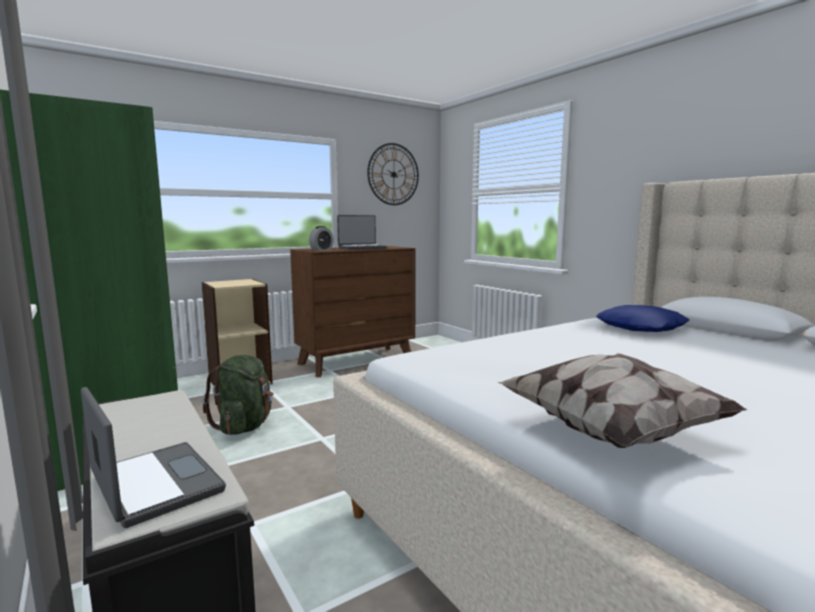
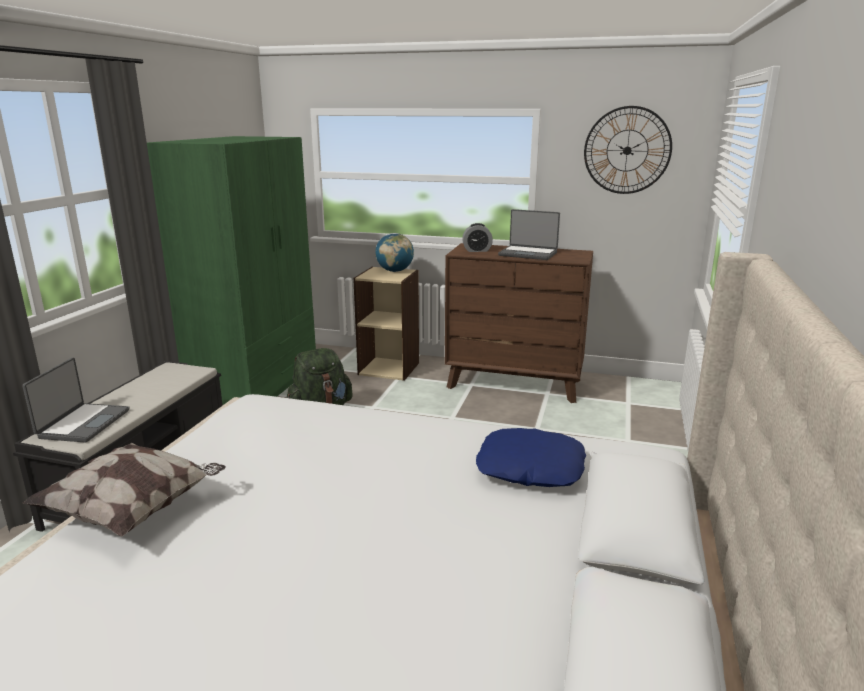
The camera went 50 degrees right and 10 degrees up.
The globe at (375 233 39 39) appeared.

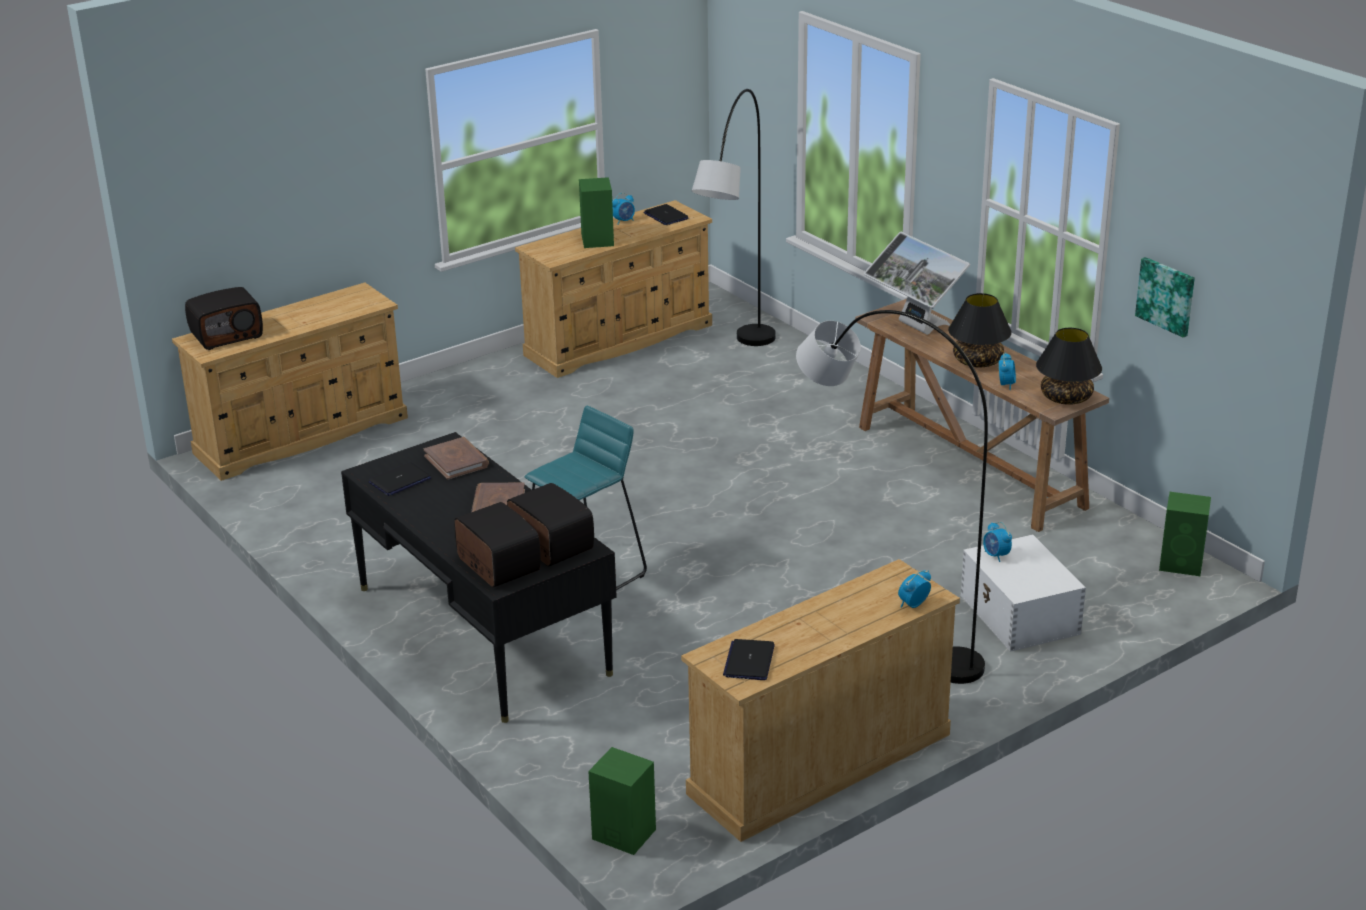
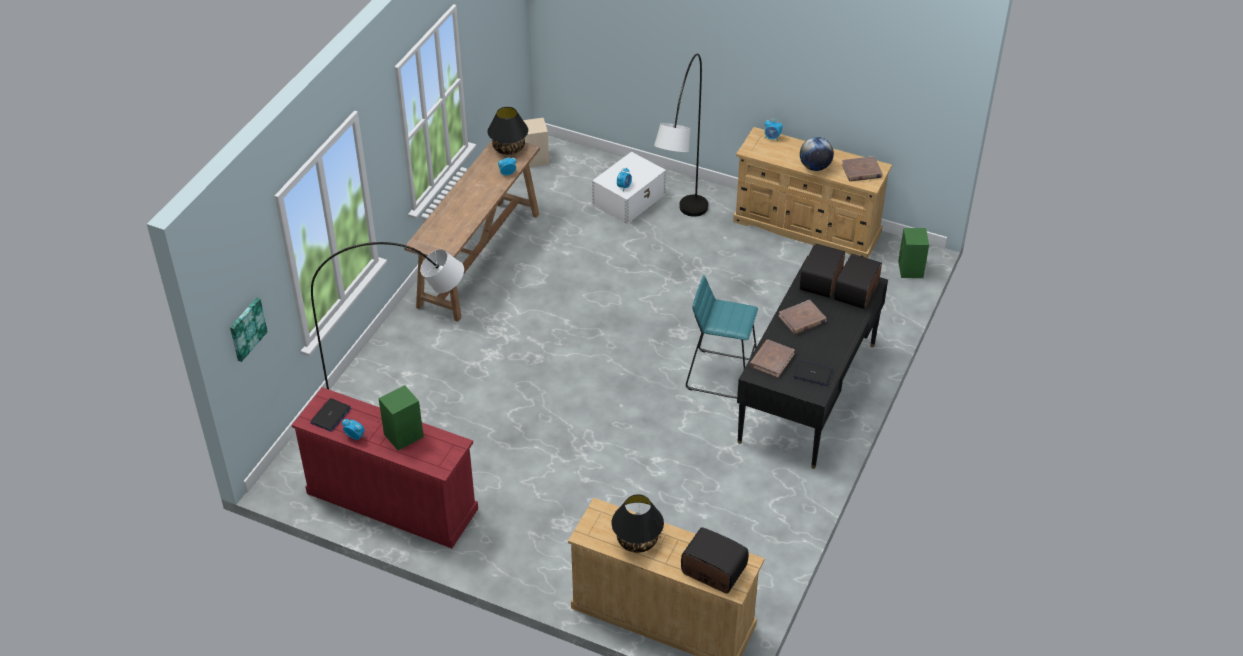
The camera went 120 degrees left and 15 degrees up.
The wall_art moved from (1135 257 60 80) to (230 298 38 64).
The beige_drawer_chest at (515 200 197 178) became the red-coloured_drawer_chest at (292 387 186 161).
The green-coloured_audio_speaker at (1159 492 52 84) became the beige_audio_speaker at (523 118 26 49).
The black-coloured_table_lamp moved from (948 293 64 74) to (611 494 53 59).
The globe at (800 137 34 34) appeared.
The portable_computer at (723 639 52 41) was replaced by the brown-coloured_volume at (842 156 40 26).
The computer_display at (864 232 106 103) disappeared.

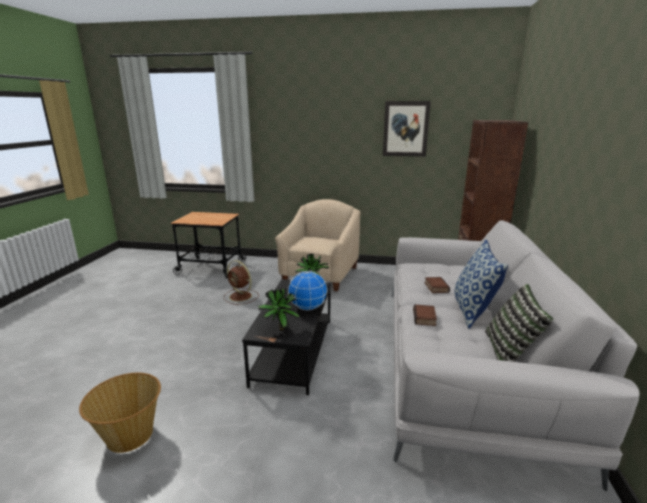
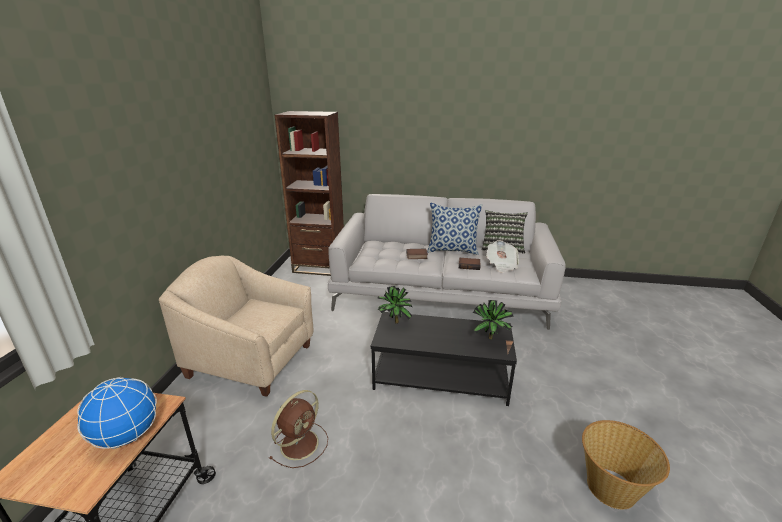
The camera went 90 degrees left and 5 degrees up.
The globe moved from (288 271 40 39) to (77 377 80 72).
The newspaper at (486 240 33 33) appeared.
The wall_art at (383 101 48 56) disappeared.

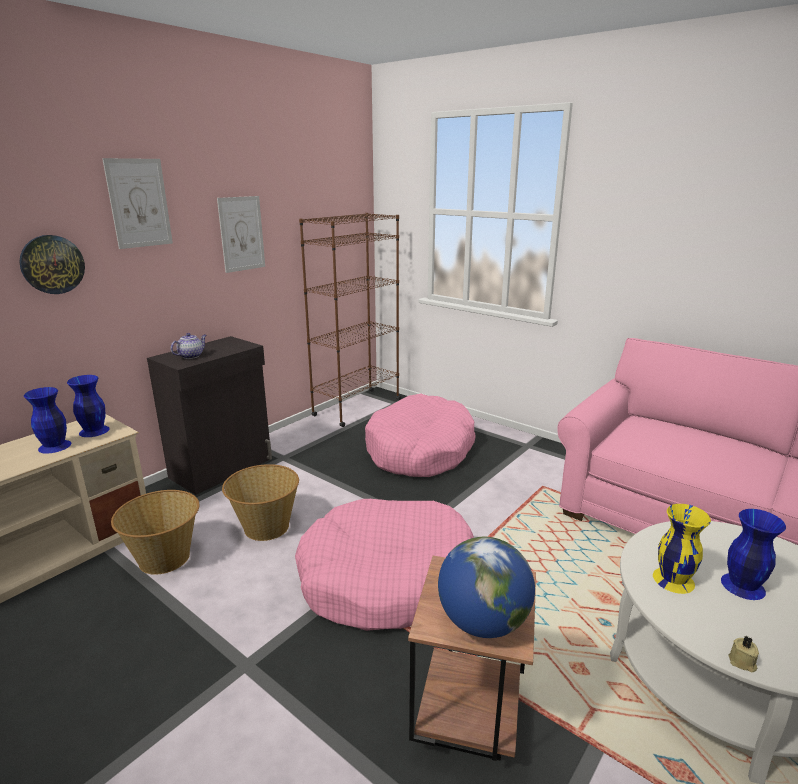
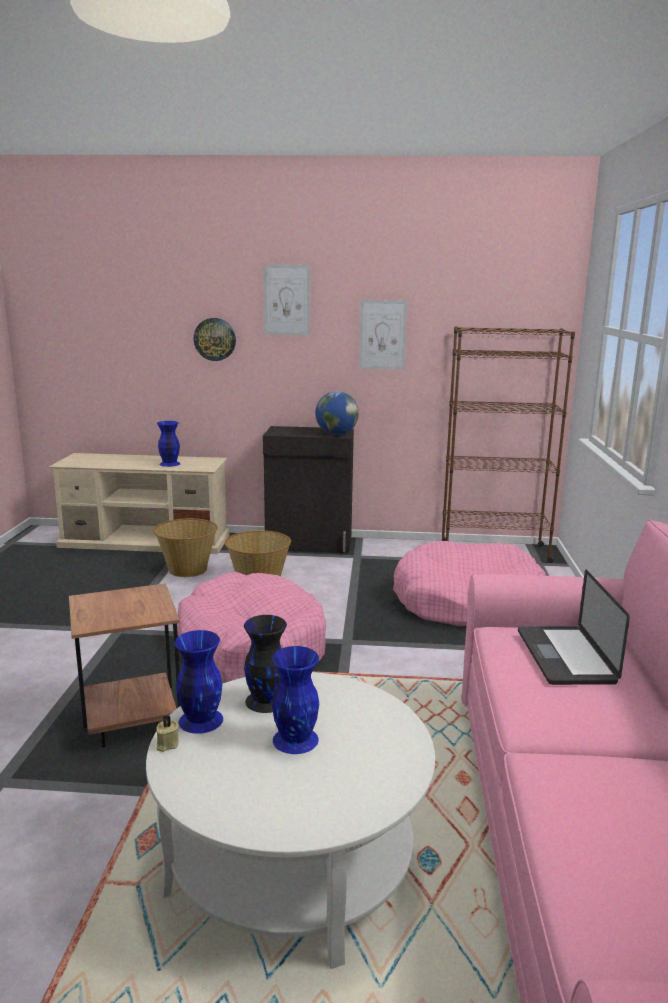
The camera went 55 degrees right and 5 degrees down.
The bluish_decorative_vase moved from (67 375 43 62) to (174 630 49 104).
The yellowish_decorative_vase at (653 504 58 90) became the black-coloured_decorative_vase at (244 615 43 98).
The globe moved from (438 537 97 101) to (315 391 44 44).
The portable_computer at (518 570 112 115) appeared.
The tea_pot at (171 333 35 26) disappeared.

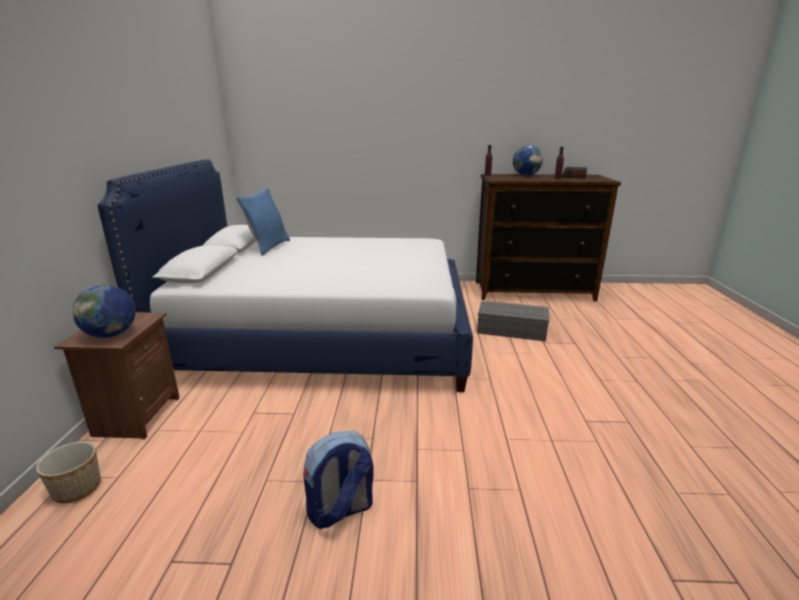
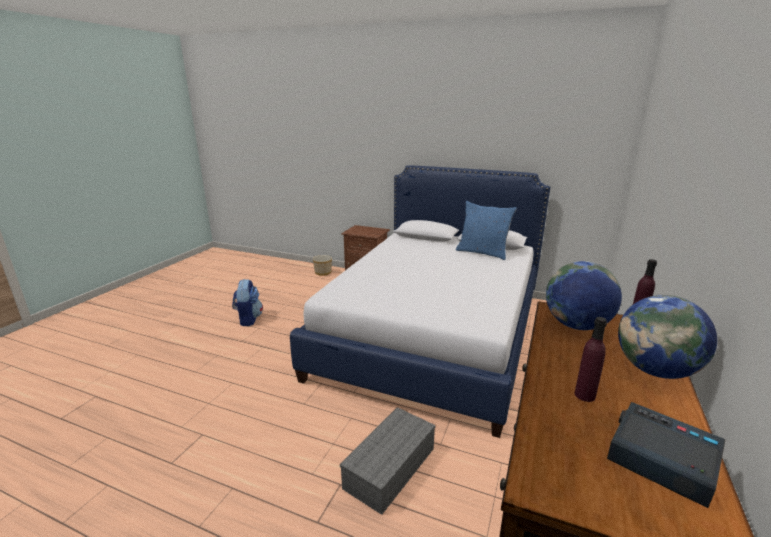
The camera went 110 degrees right and 0 degrees up.
The globe moved from (72 285 64 53) to (546 261 76 69).

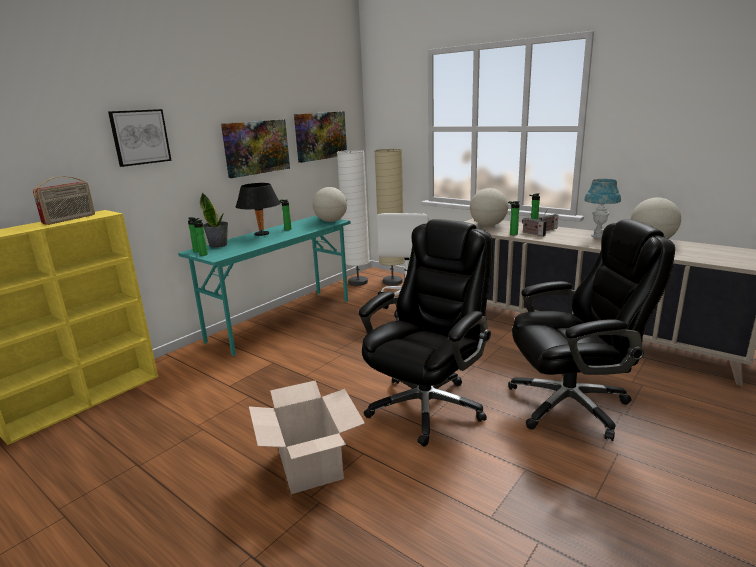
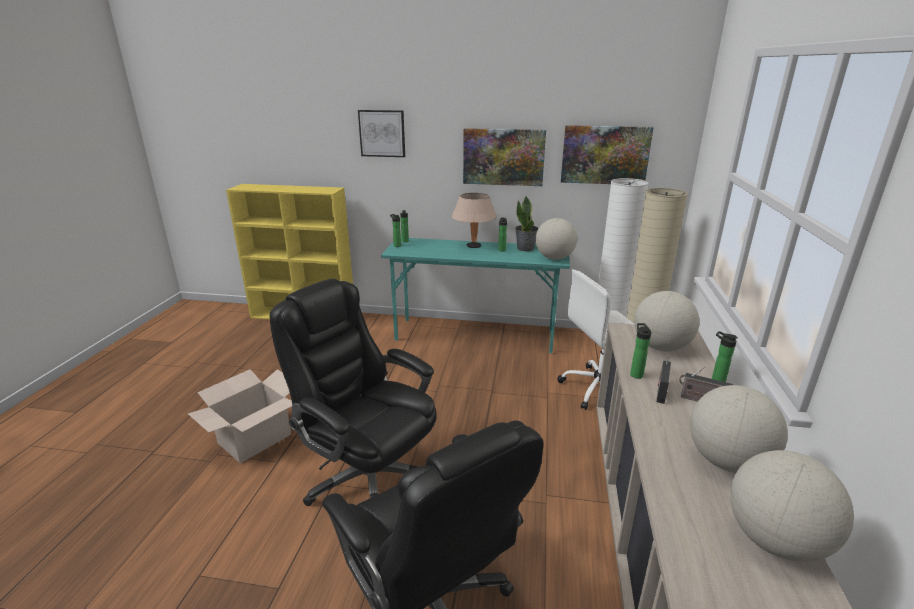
The camera went 60 degrees right and 5 degrees up.
The black-coloured_computer_chair at (358 219 135 228) turned 150 degrees counterclockwise.
The black-coloured_table_lamp at (236 183 44 53) became the beige_table_lamp at (452 193 45 55).
The plant_in_a_pot moved from (200 193 28 55) to (515 196 24 55).
The bluish_table_lamp at (584 179 37 59) was replaced by the globe at (690 385 98 88).
The radio_receiver at (33 176 62 49) disappeared.

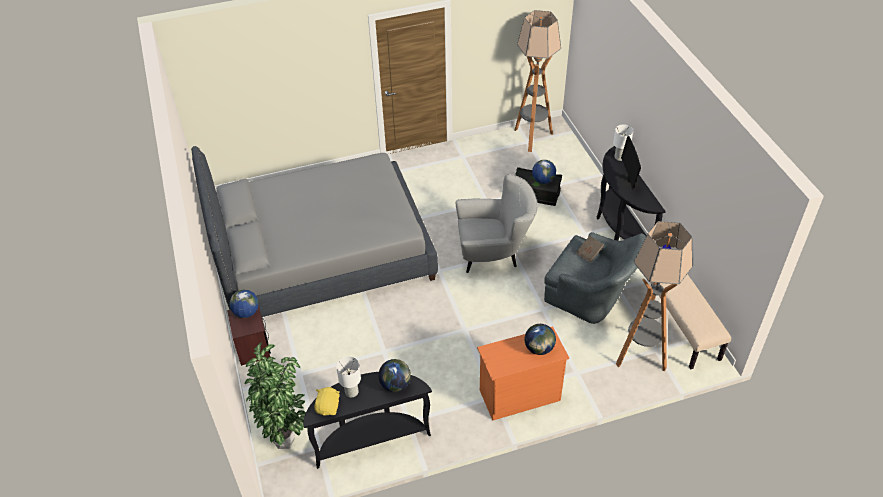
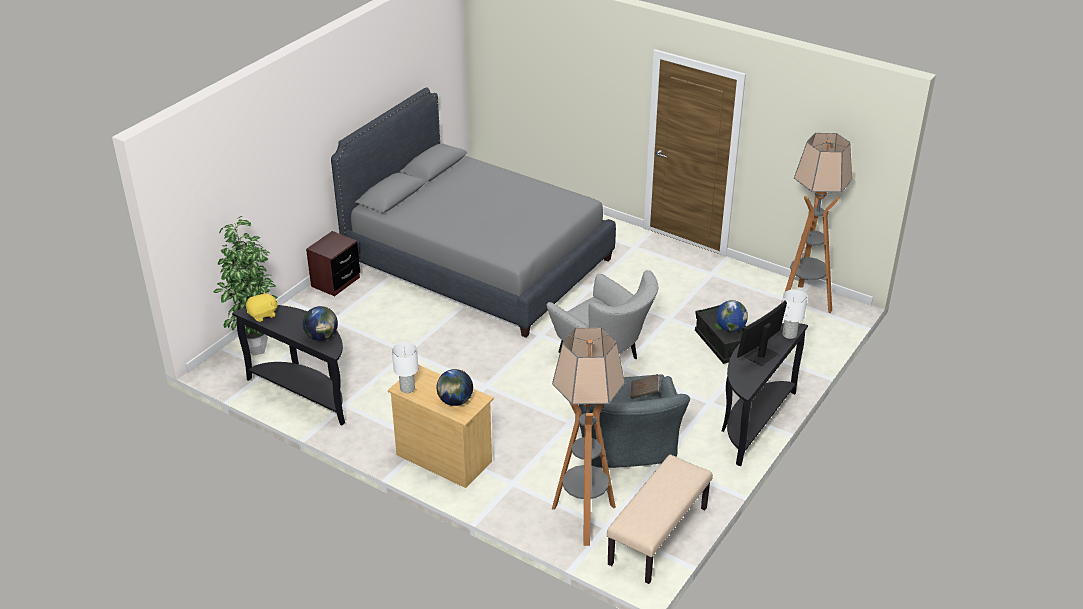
The camera went 50 degrees right and 10 degrees down.
The orangey_drawer_chest at (477 326 92 95) became the beige_drawer_chest at (388 365 106 123).
The white_table_lamp moved from (336 356 25 41) to (392 342 26 51).
The globe at (229 290 29 28) disappeared.

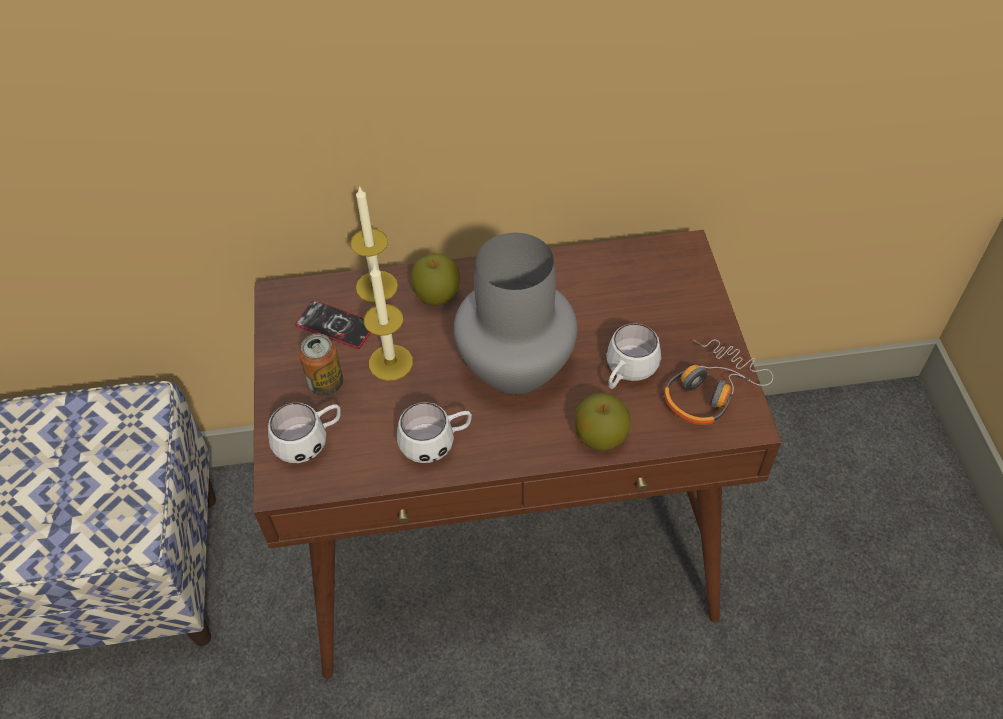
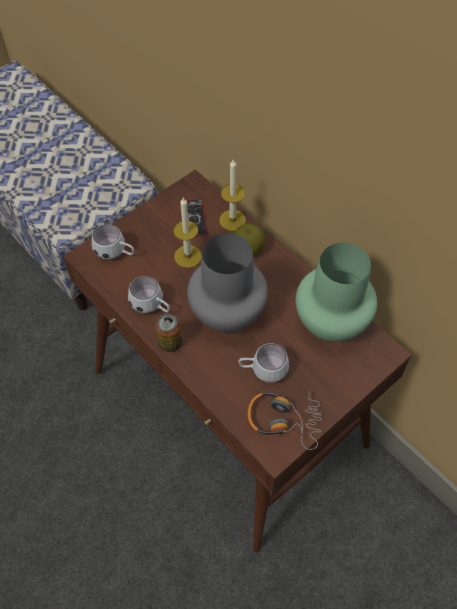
The camera went 55 degrees right and 5 degrees up.
The sealed_can moved from (299 333 44 63) to (155 313 27 39).
The green-coloured_decorative_vase at (296 243 81 99) appeared.
The apple at (575 393 56 58) disappeared.

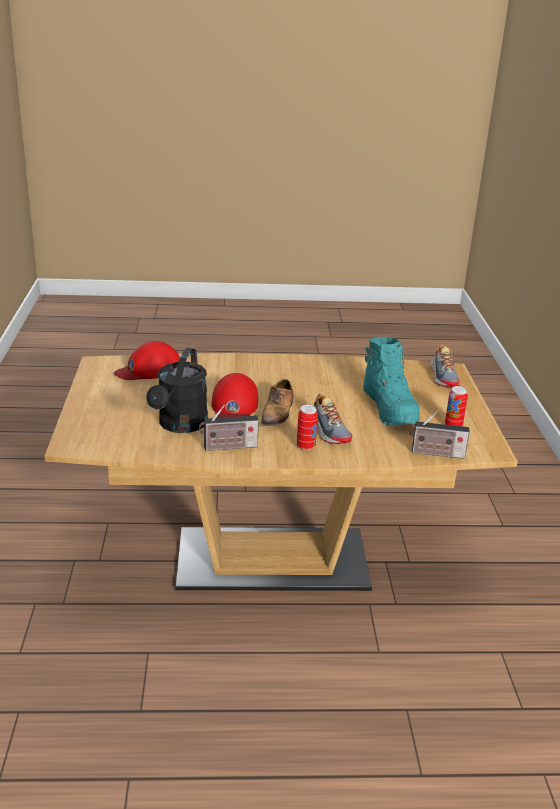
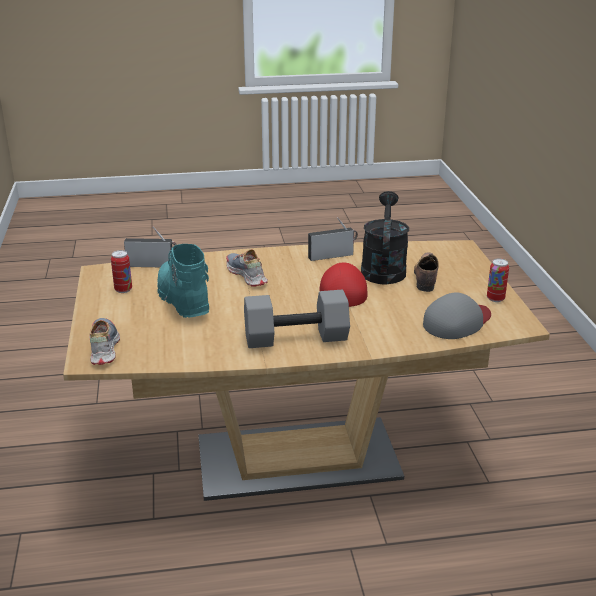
The camera went 175 degrees right and 0 degrees up.
The grey_free_weight at (244 290 106 58) appeared.
The shoe moved from (261 379 33 52) to (414 252 25 40).
The red-coloured_peaked_cap at (114 341 66 39) became the grey_peaked_cap at (423 293 68 46).
The sealed_can moved from (297 405 21 45) to (487 258 22 44).

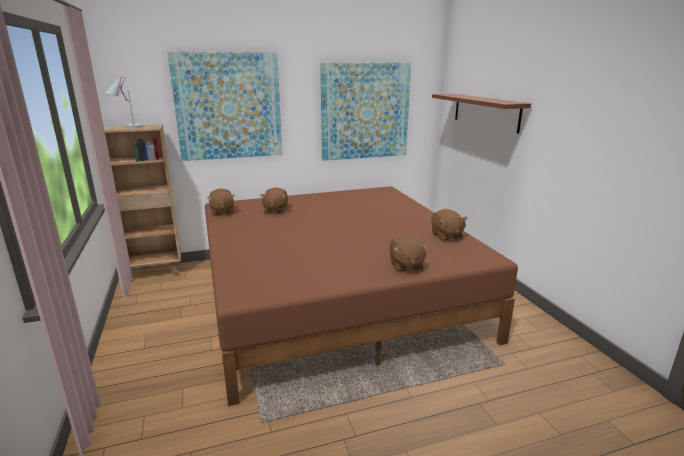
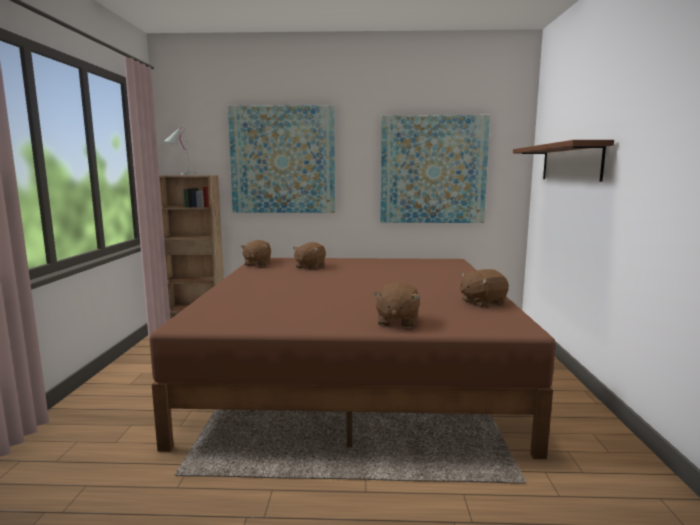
The camera went 20 degrees right and 10 degrees down.
The brown-coloured_cuddly_toy at (431 209 37 32) turned 60 degrees clockwise.

